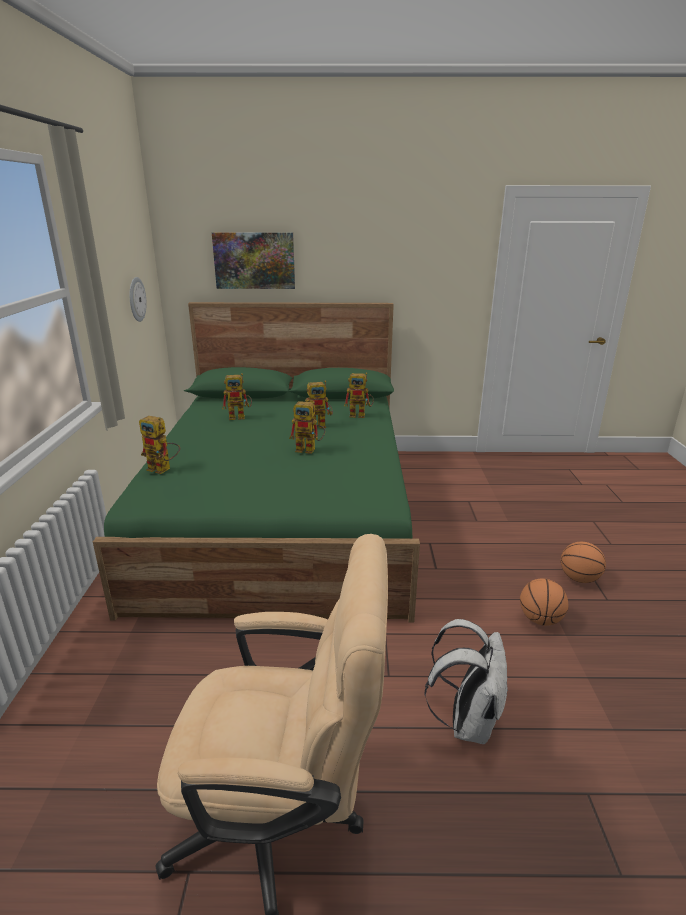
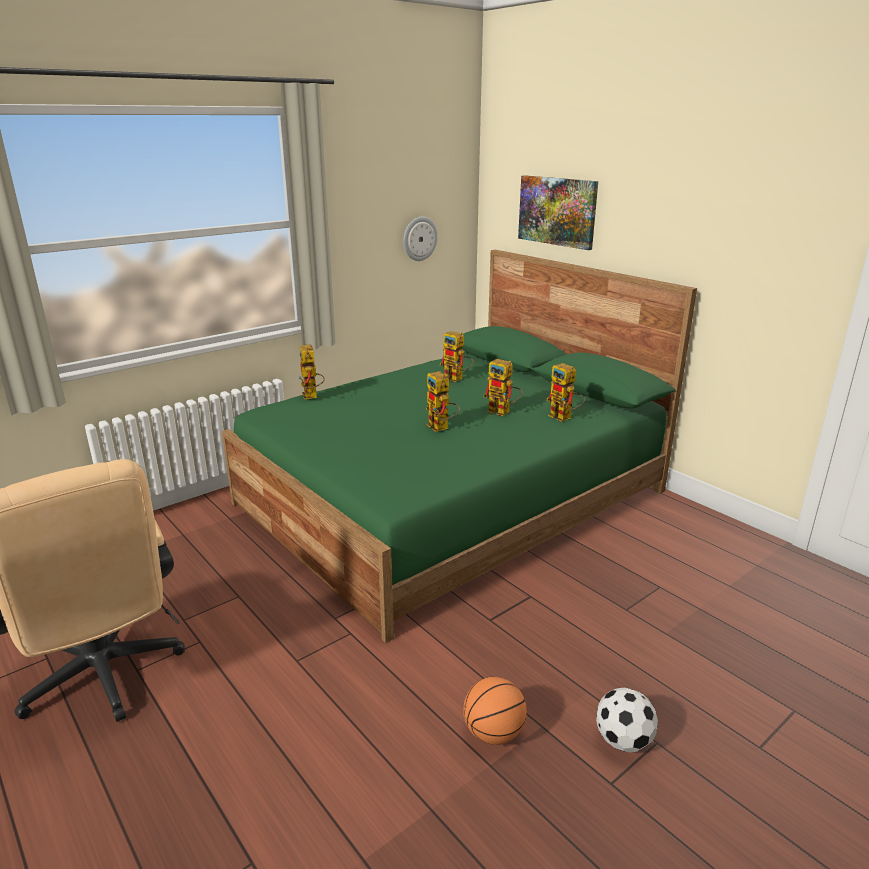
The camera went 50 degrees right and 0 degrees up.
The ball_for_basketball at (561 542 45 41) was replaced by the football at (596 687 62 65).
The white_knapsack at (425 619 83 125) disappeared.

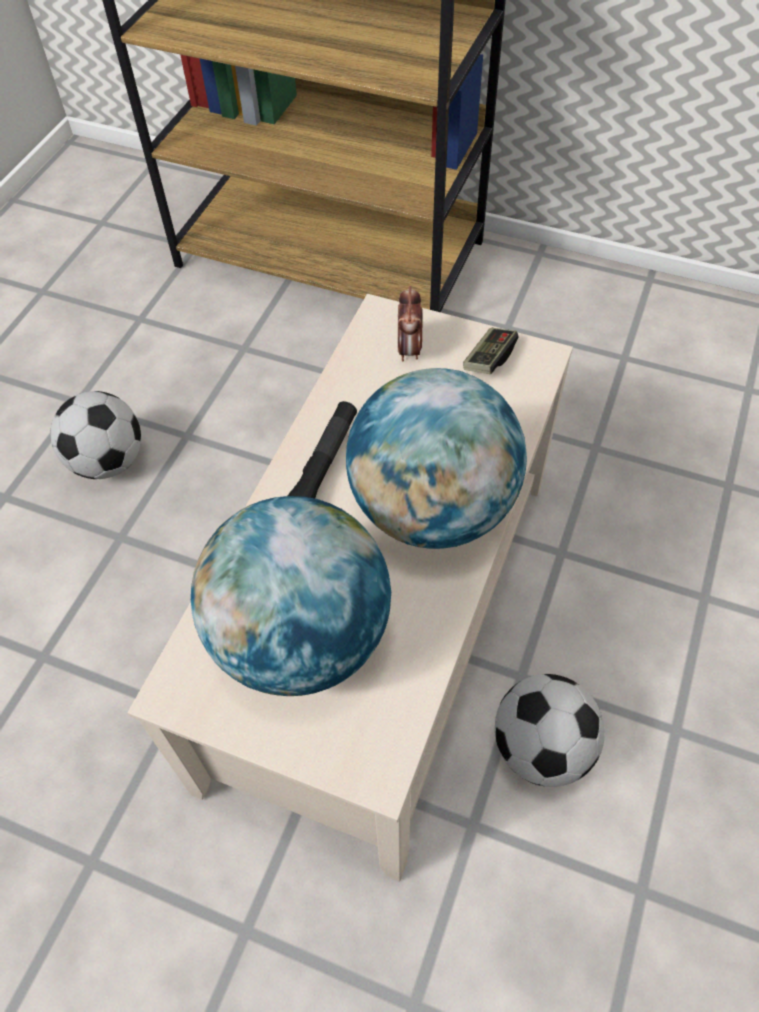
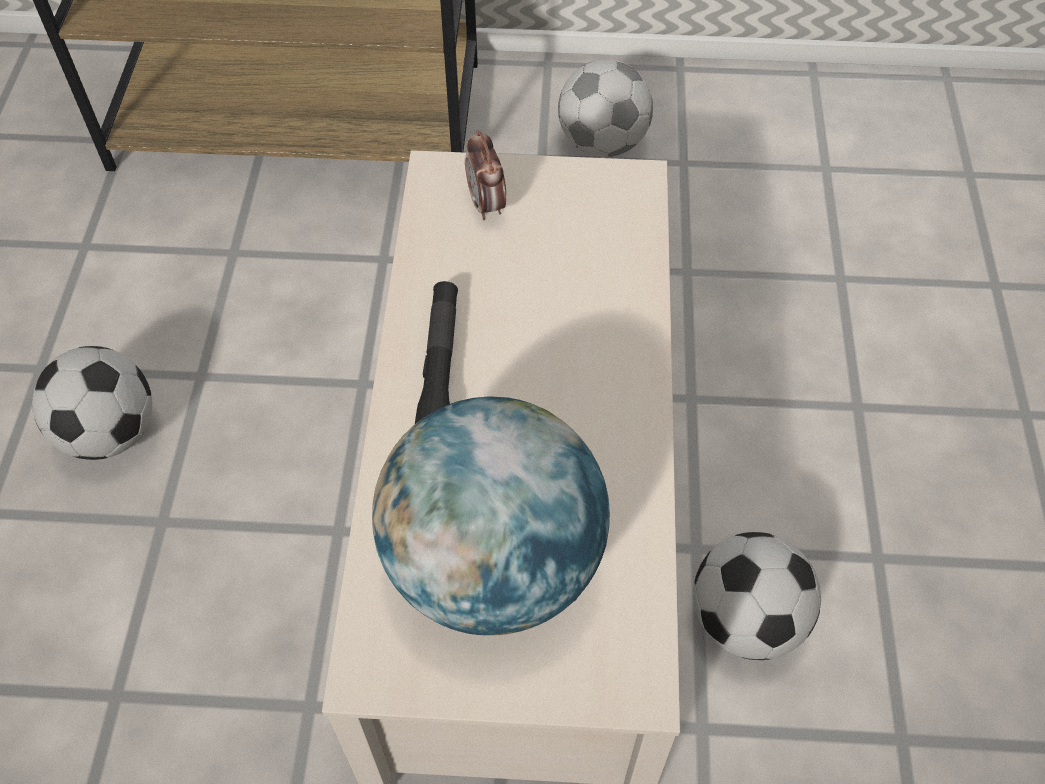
The camera went 20 degrees left and 0 degrees up.
The football at (558 59 95 98) appeared.
The globe at (346 368 181 181) disappeared.
The gamepad at (463 328 55 46) disappeared.

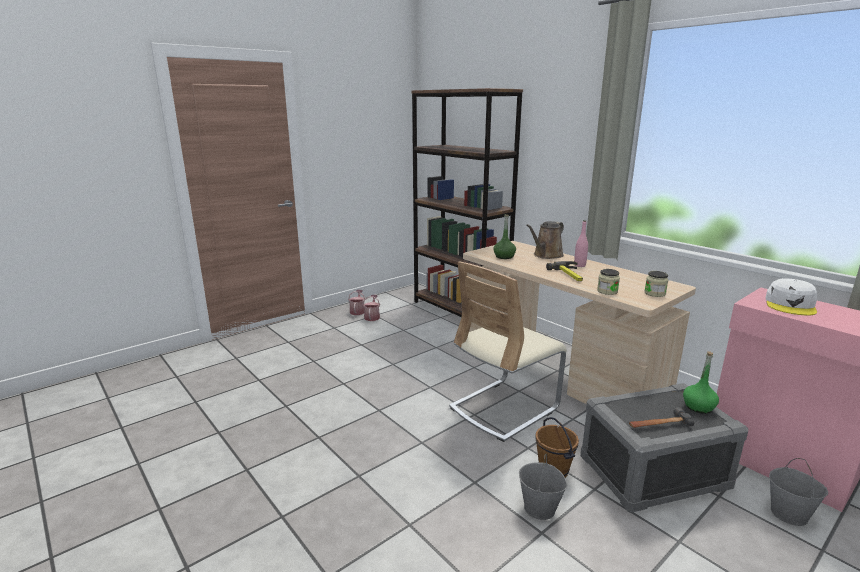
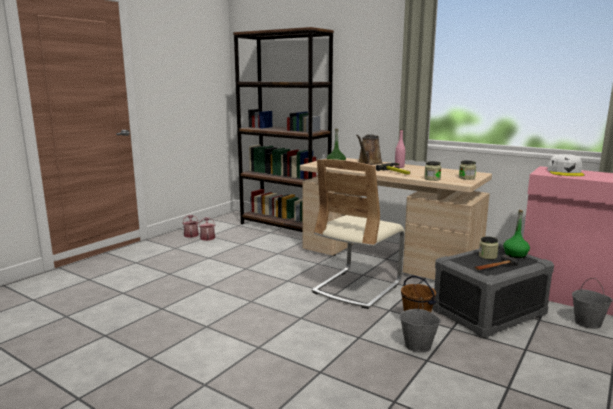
The camera went 15 degrees left and 5 degrees down.
The preserve_jar at (479 236 20 23) appeared.

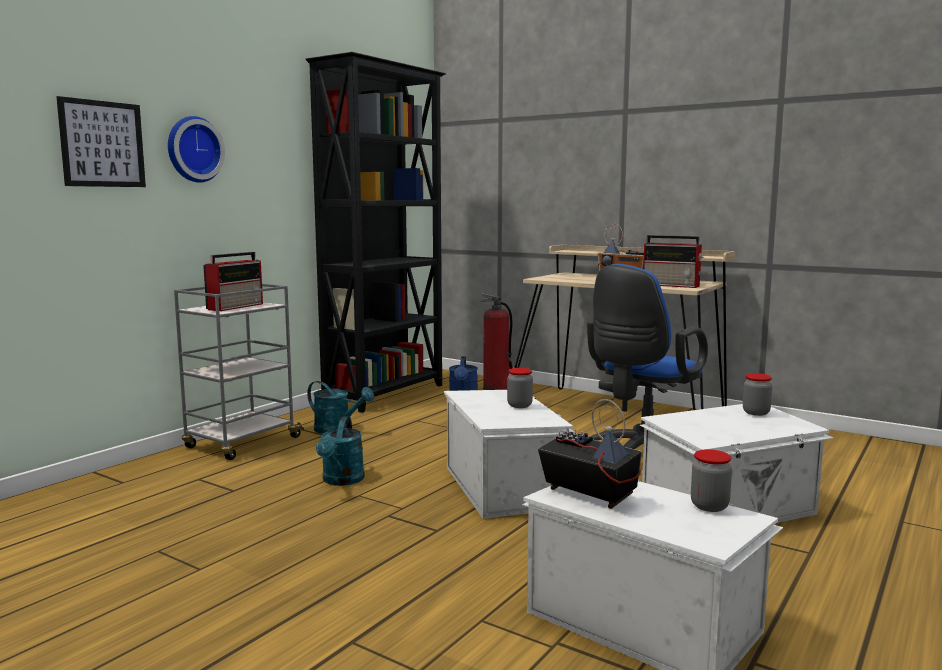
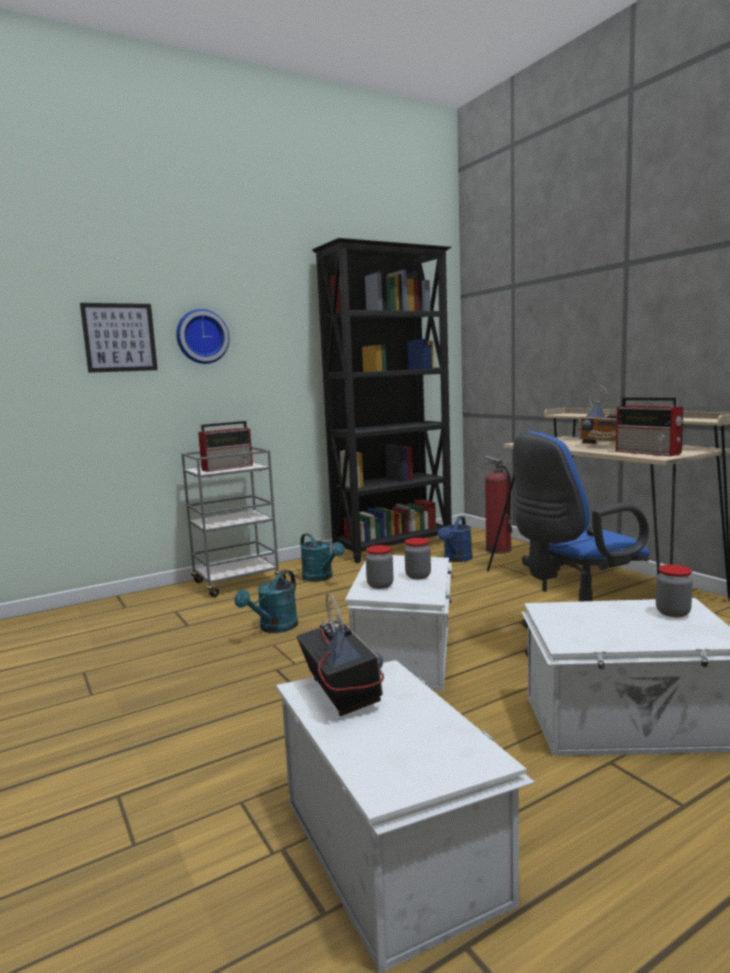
The camera went 25 degrees right and 0 degrees up.
The preserve_jar moved from (691 449 41 63) to (366 545 27 44).

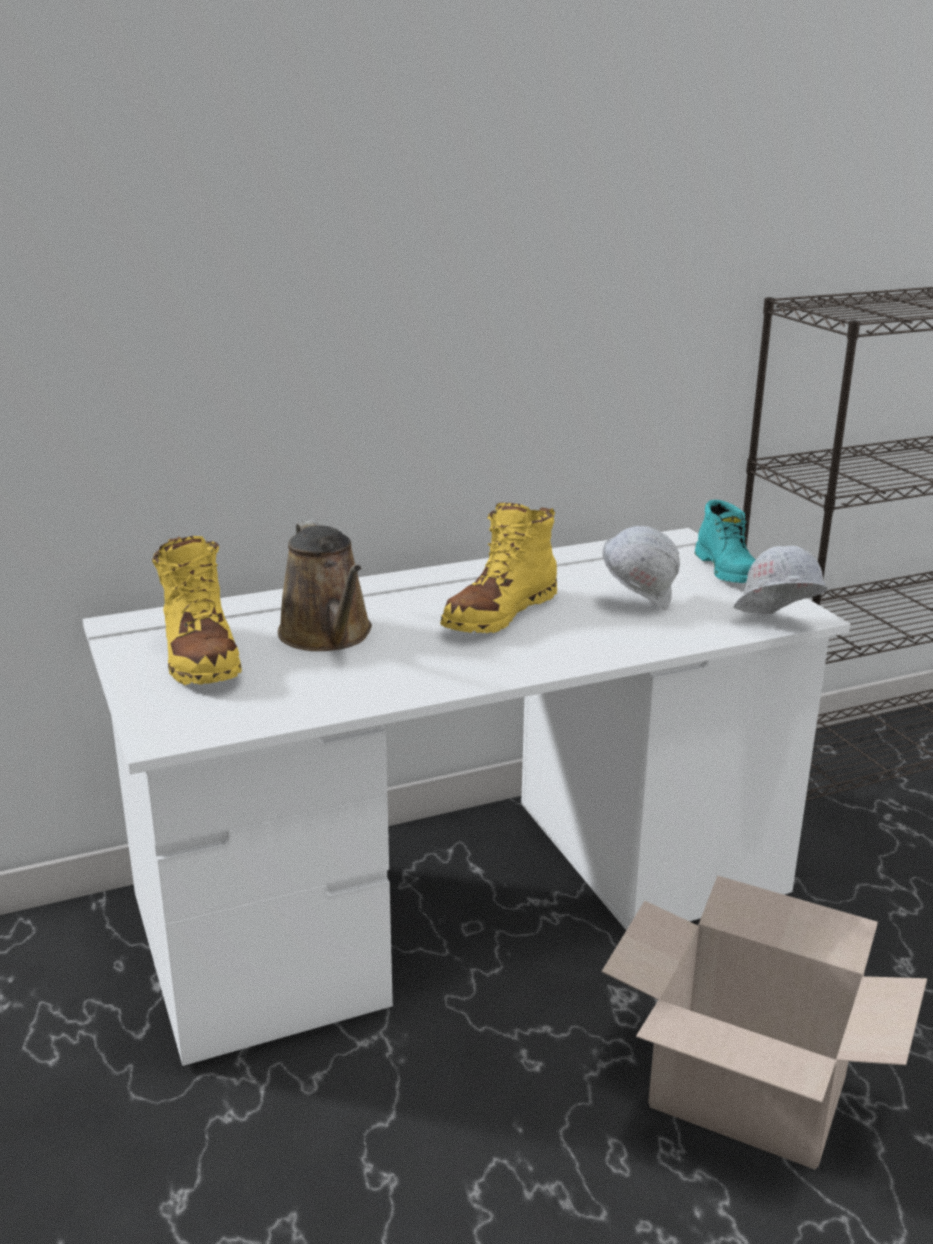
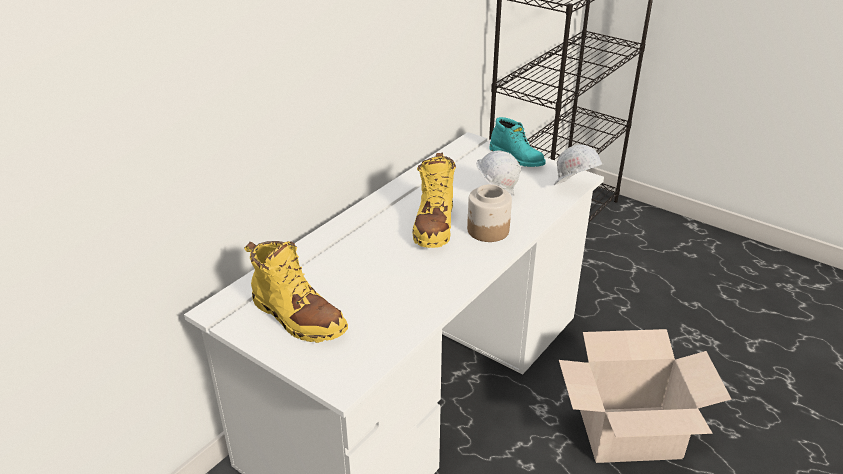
The camera went 30 degrees left and 10 degrees up.
The preserve_jar at (467 184 45 58) appeared.
The brown-coloured_watering_pot at (278 520 94 131) disappeared.

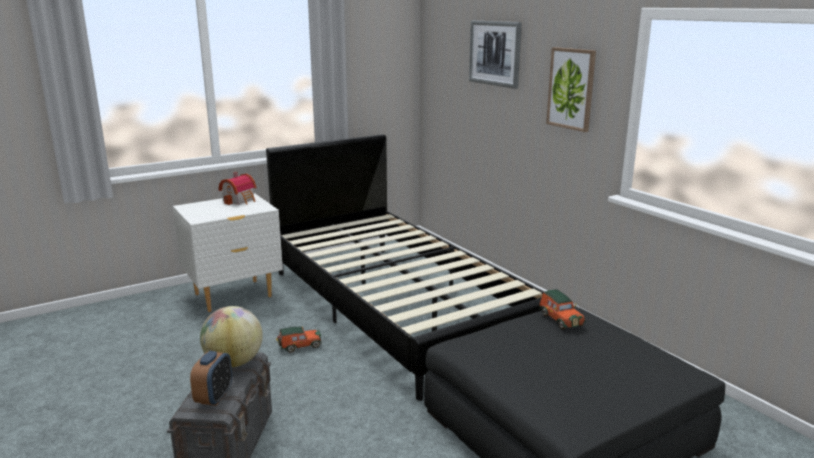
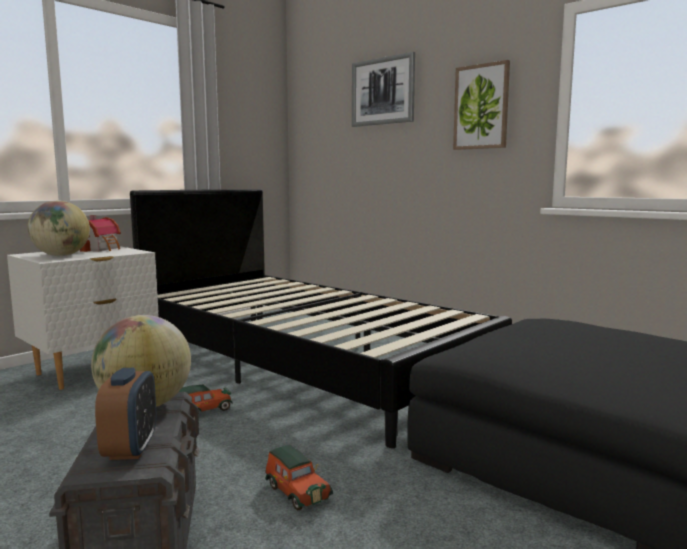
The camera went 15 degrees left and 10 degrees down.
The globe at (28 201 62 55) appeared.
The miniature_car moved from (539 289 47 41) to (265 445 68 65).

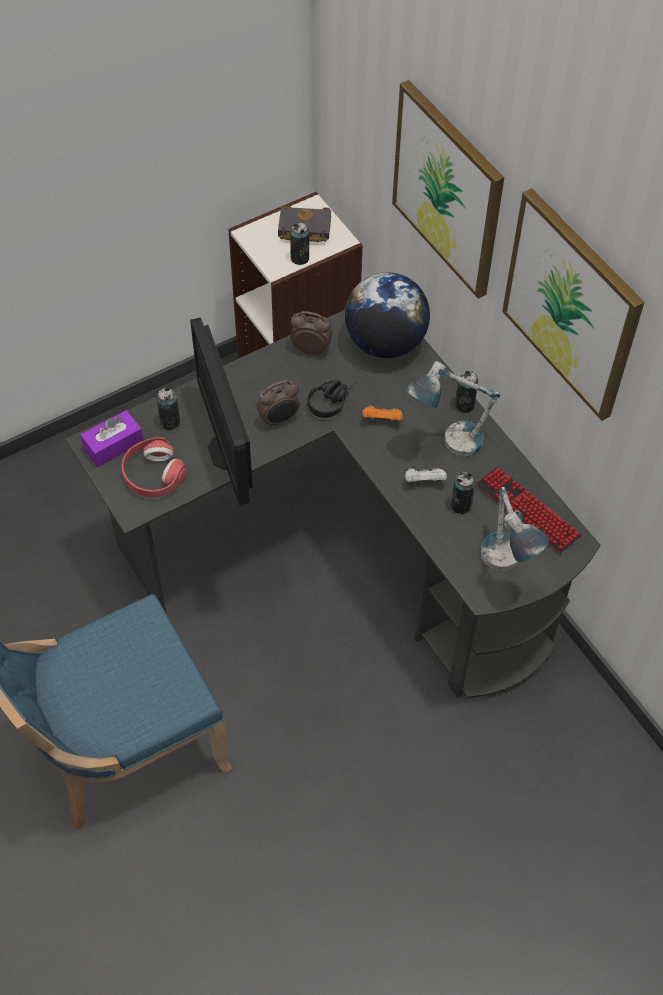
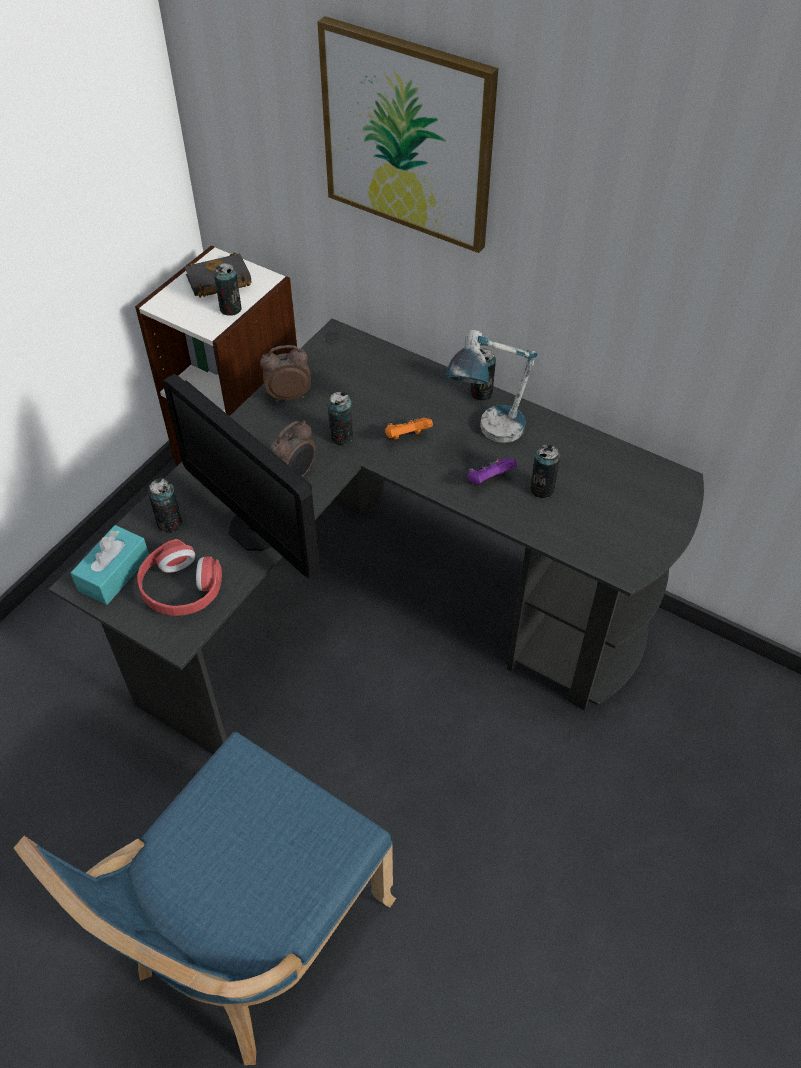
The camera went 25 degrees left and 5 degrees down.
The purplish_tissue_box at (80 410 64 57) became the turquoise_tissue_box at (71 525 78 80).
The black-coloured_headset at (308 380 49 38) was replaced by the sealed_can at (327 392 26 53).
The white_gamepad at (405 466 42 16) became the purplish_gamepad at (467 458 50 27).
The globe at (345 272 85 86) disappeared.
The keyboard at (476 467 106 86) disappeared.
The table_lamp at (480 487 69 84) disappeared.
The wall_art at (502 188 142 233) disappeared.

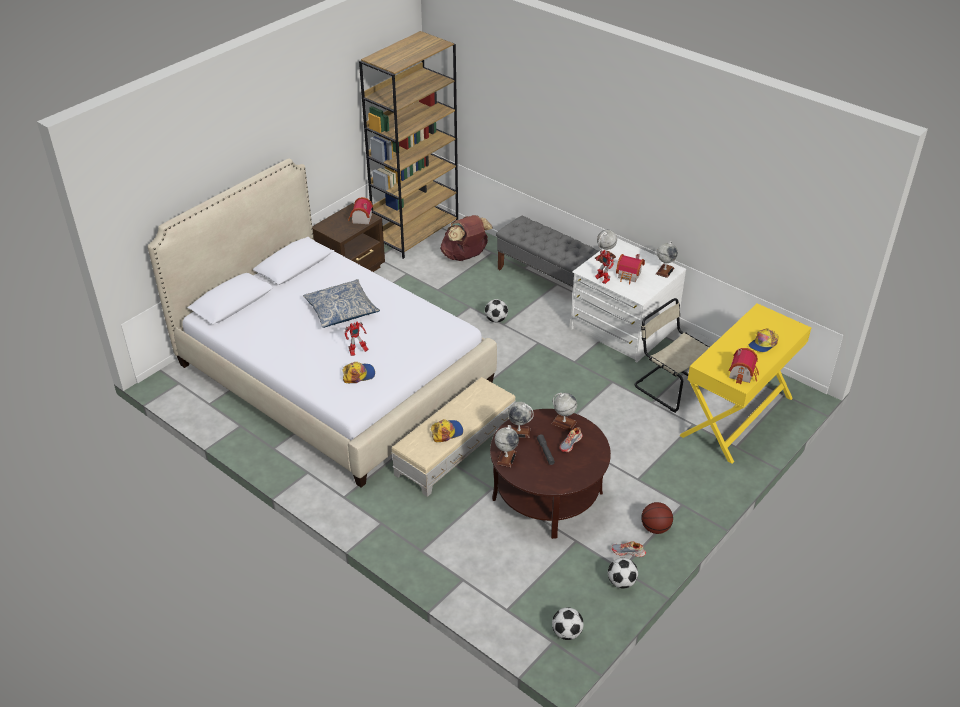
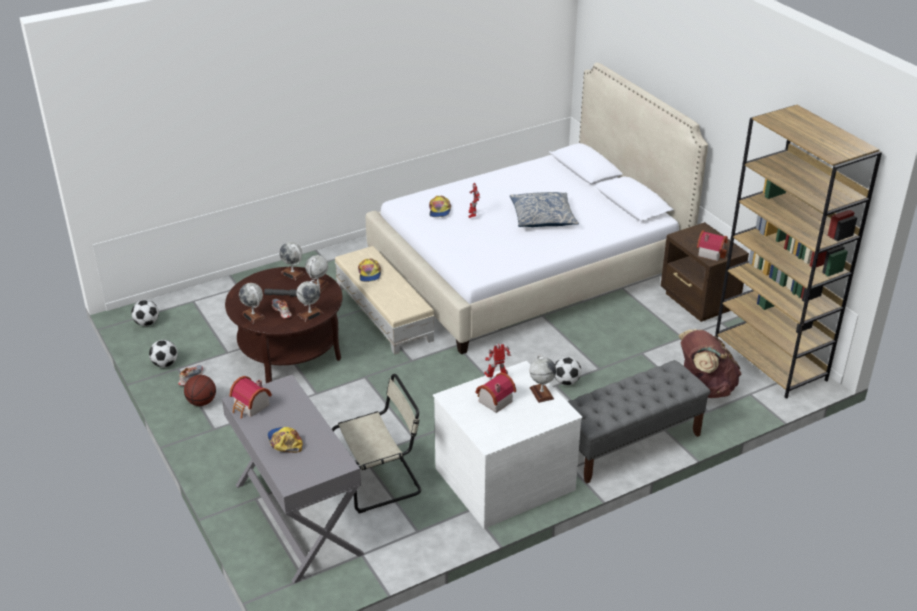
The camera went 110 degrees right and 5 degrees down.
The yellowish_desk_table at (679 303 132 161) became the grey_desk_table at (222 375 142 209).
The globe moved from (656 241 22 37) to (239 283 26 41).

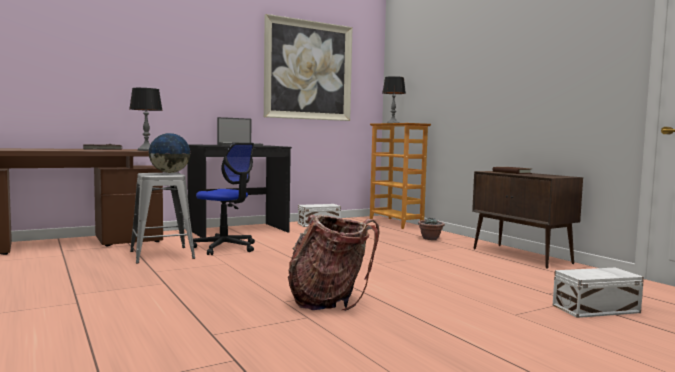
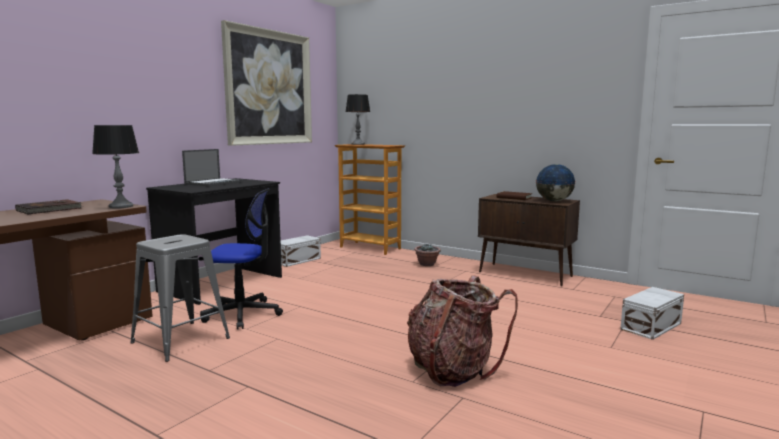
The camera went 25 degrees left and 5 degrees up.
The globe moved from (149 133 42 40) to (535 164 41 37).

